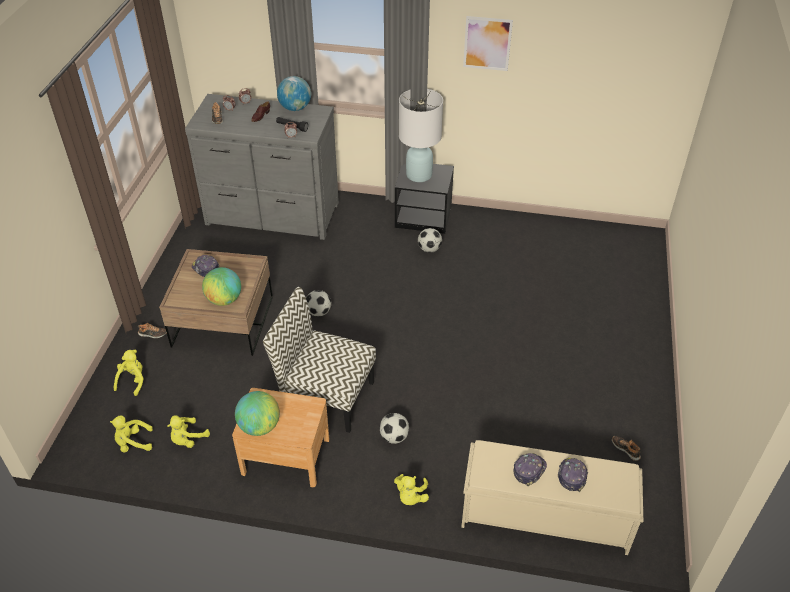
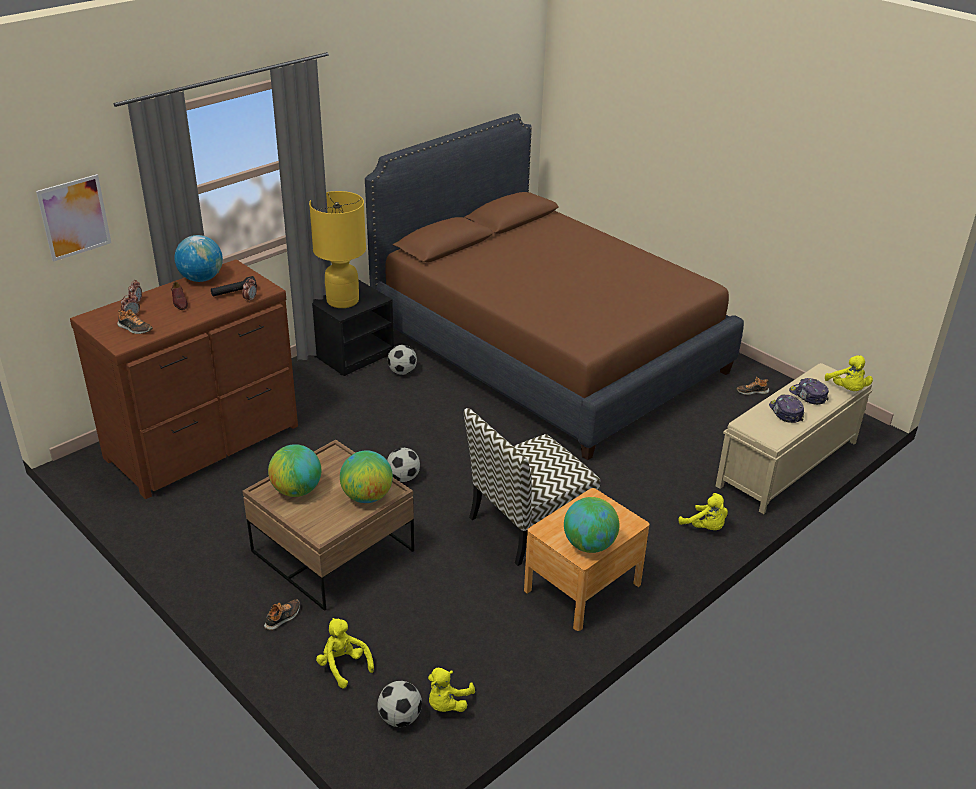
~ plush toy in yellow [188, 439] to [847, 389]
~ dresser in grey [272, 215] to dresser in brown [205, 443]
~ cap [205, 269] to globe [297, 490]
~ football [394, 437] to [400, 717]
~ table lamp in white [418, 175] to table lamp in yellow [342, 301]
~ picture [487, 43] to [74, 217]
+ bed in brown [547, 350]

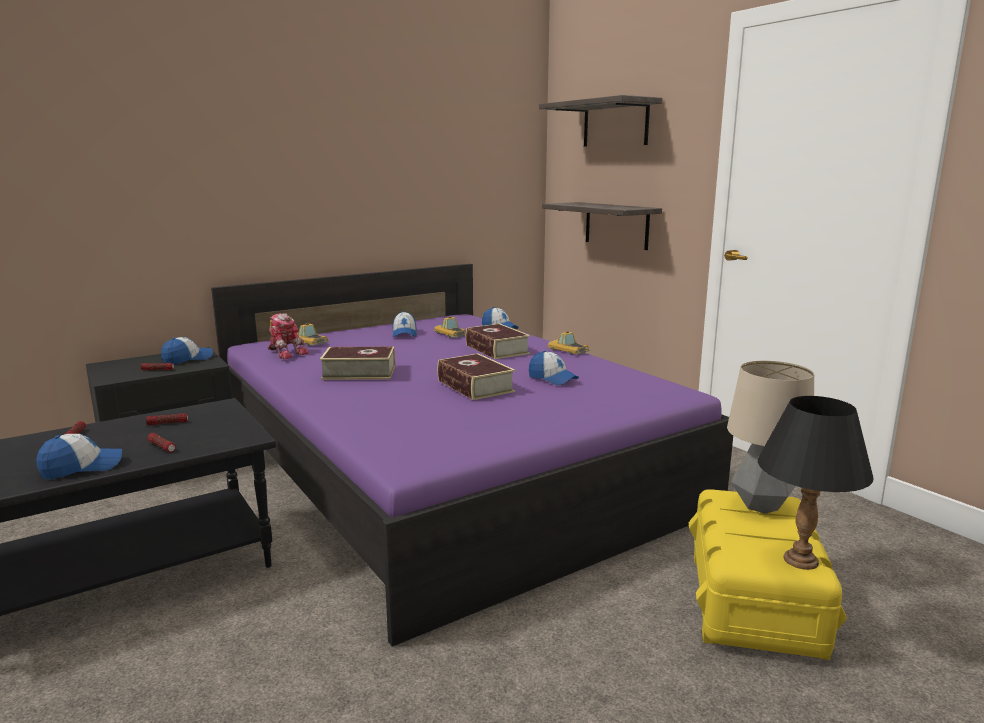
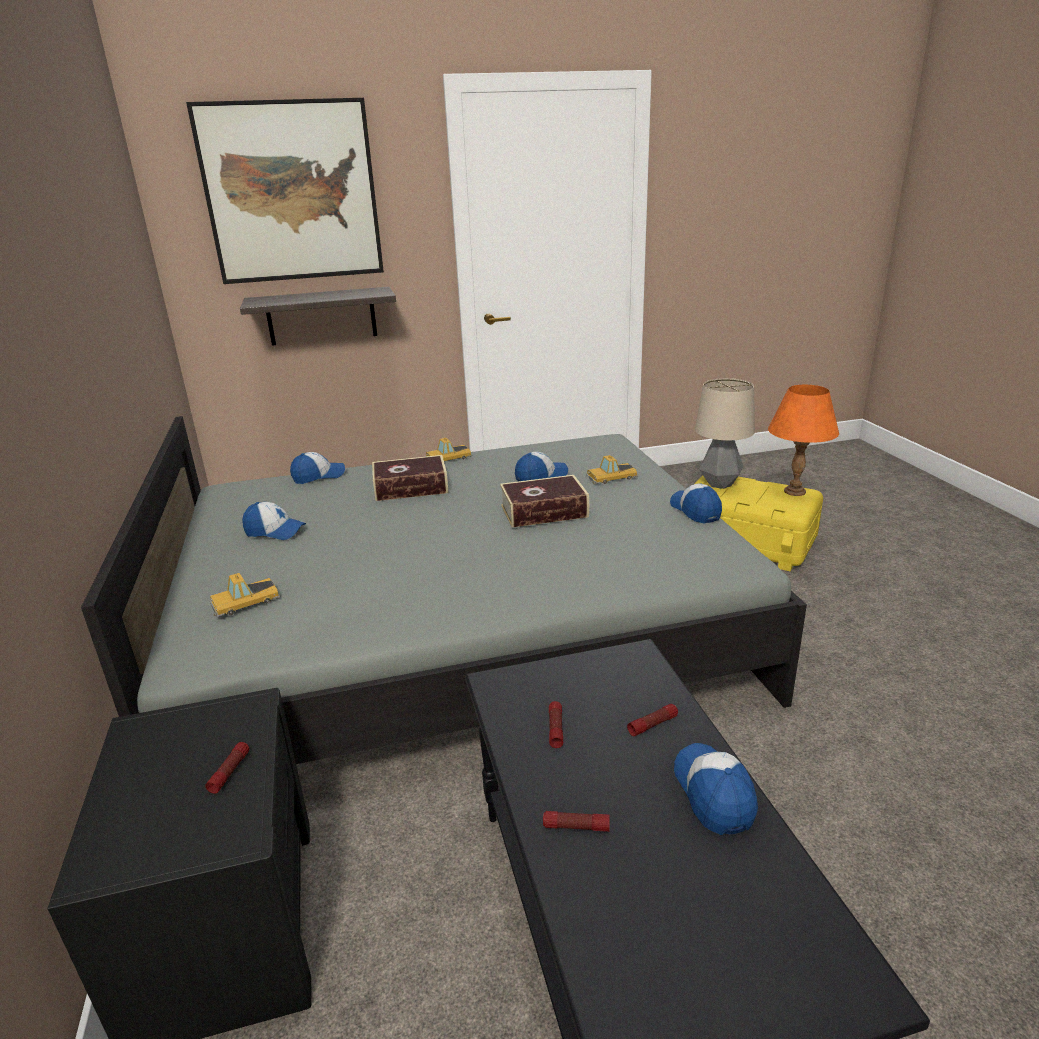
~ cap [187, 359] to [695, 510]
~ bed in purple [445, 468] to bed in grey [459, 635]
- toy robot [286, 352]
- book [359, 372]
~ toy car [450, 334] to [611, 477]
~ shelf [615, 124] to picture [292, 192]
~ table lamp in black [801, 560] to table lamp in orange [794, 491]

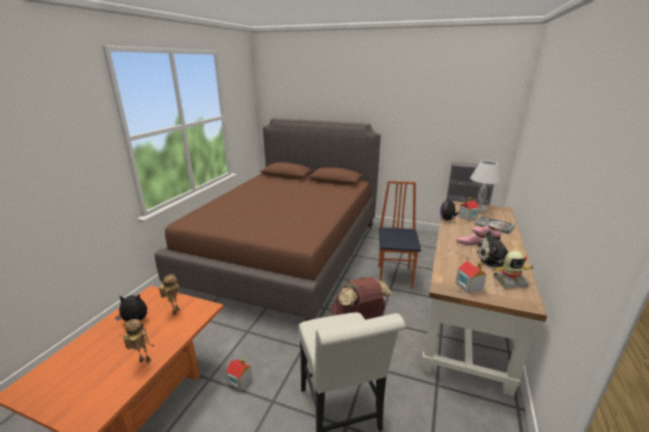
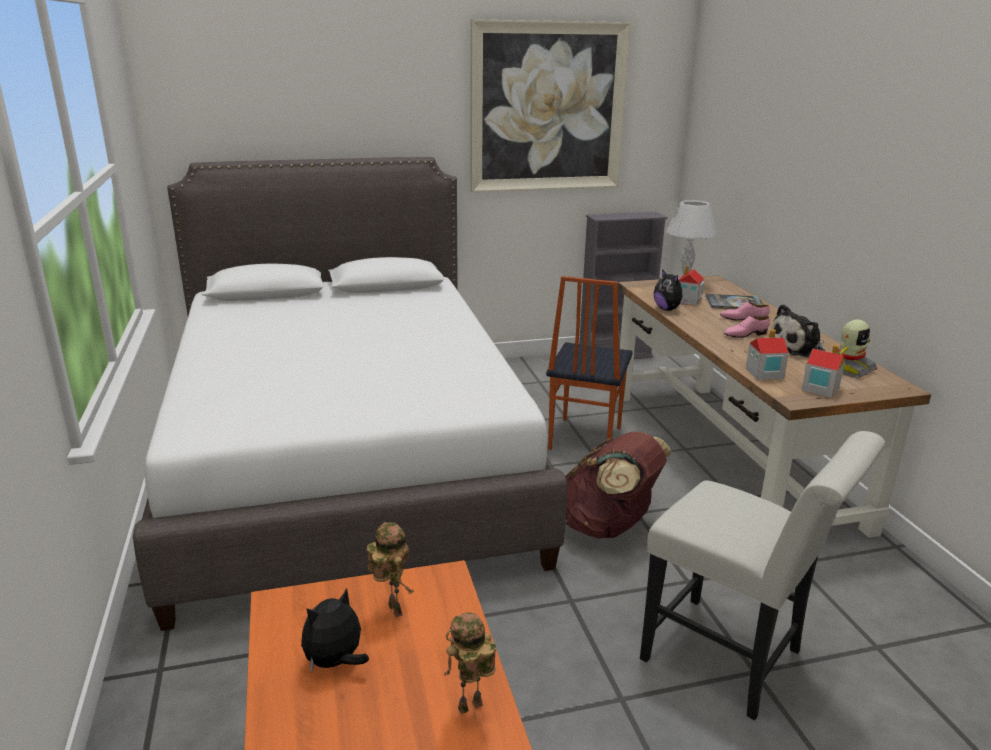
~ bed in brown [287, 252] to bed in white [347, 461]
~ toy house [239, 380] to [763, 373]
~ chair [395, 276] = [583, 438] 135 degrees counterclockwise
+ picture [547, 108]

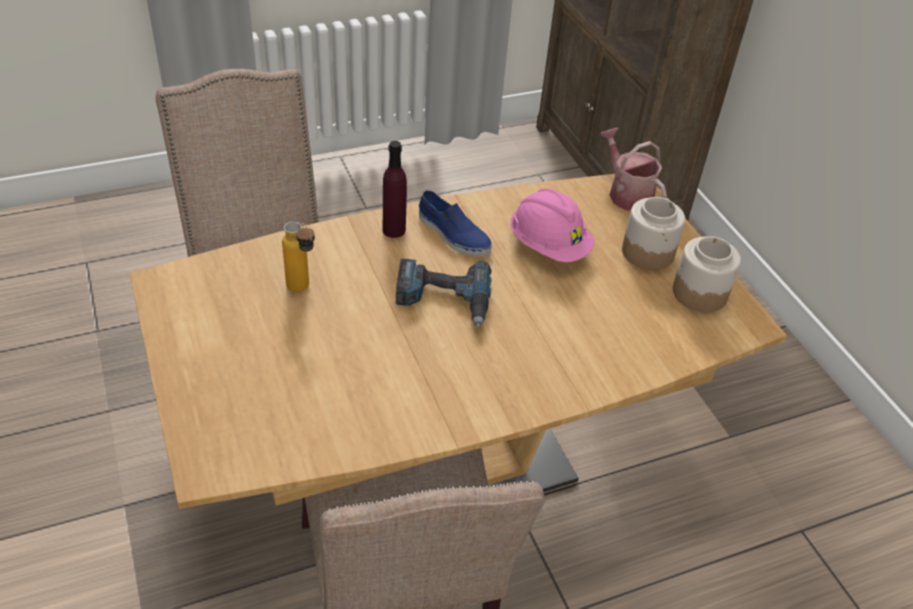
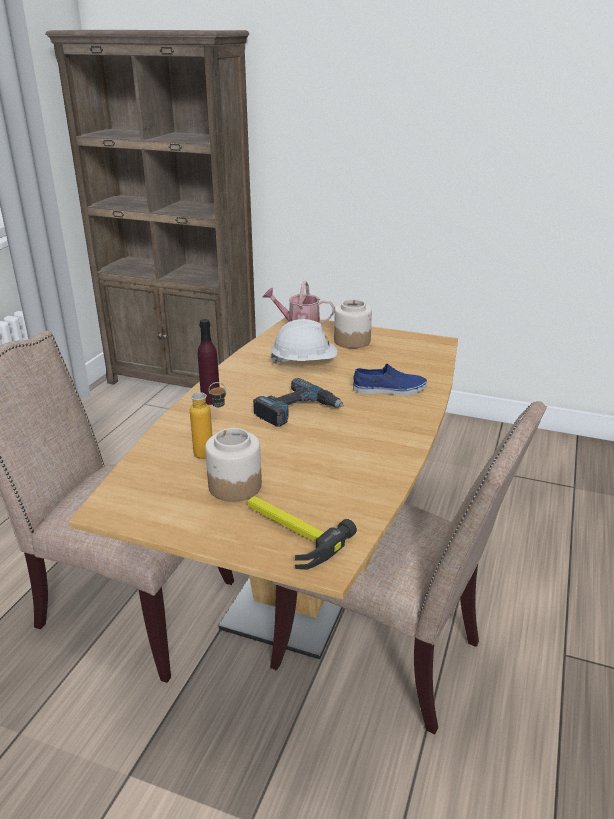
~ shoe in blue [453, 234] to [389, 389]
~ hard hat in pink [548, 246] to hard hat in white [304, 362]
~ jar [699, 293] to [234, 485]
+ hammer [289, 532]

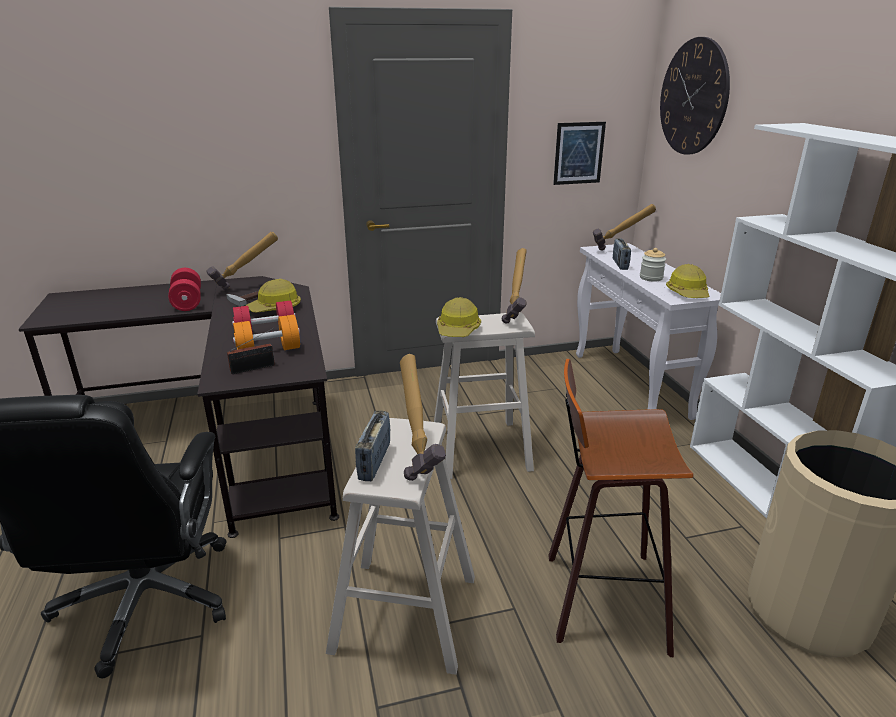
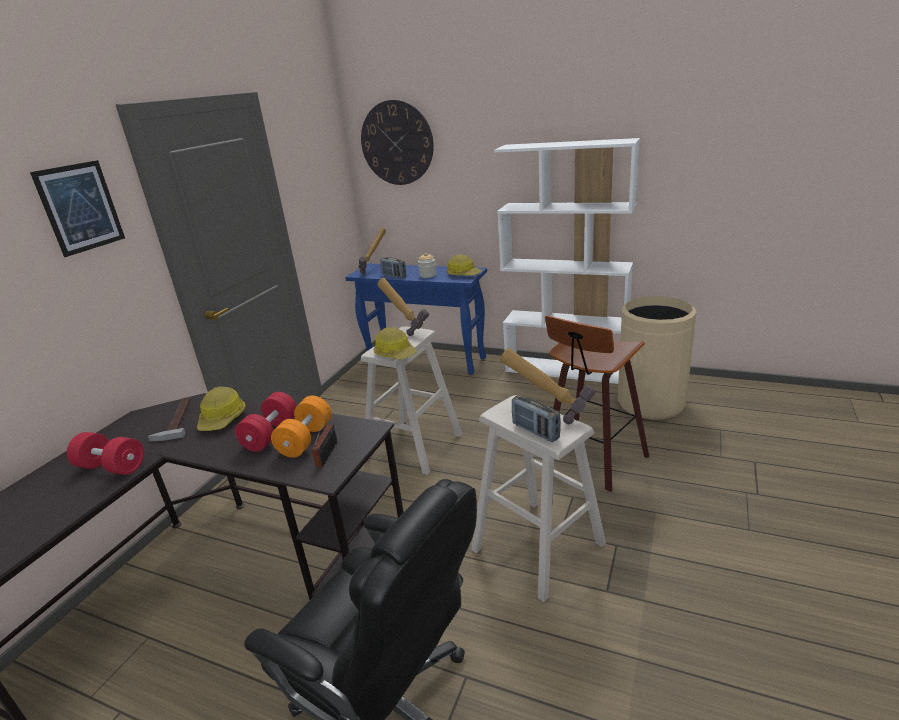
- hammer [247, 289]
~ picture [578, 153] to [80, 207]
~ console table in white [631, 385] to console table in blue [427, 360]

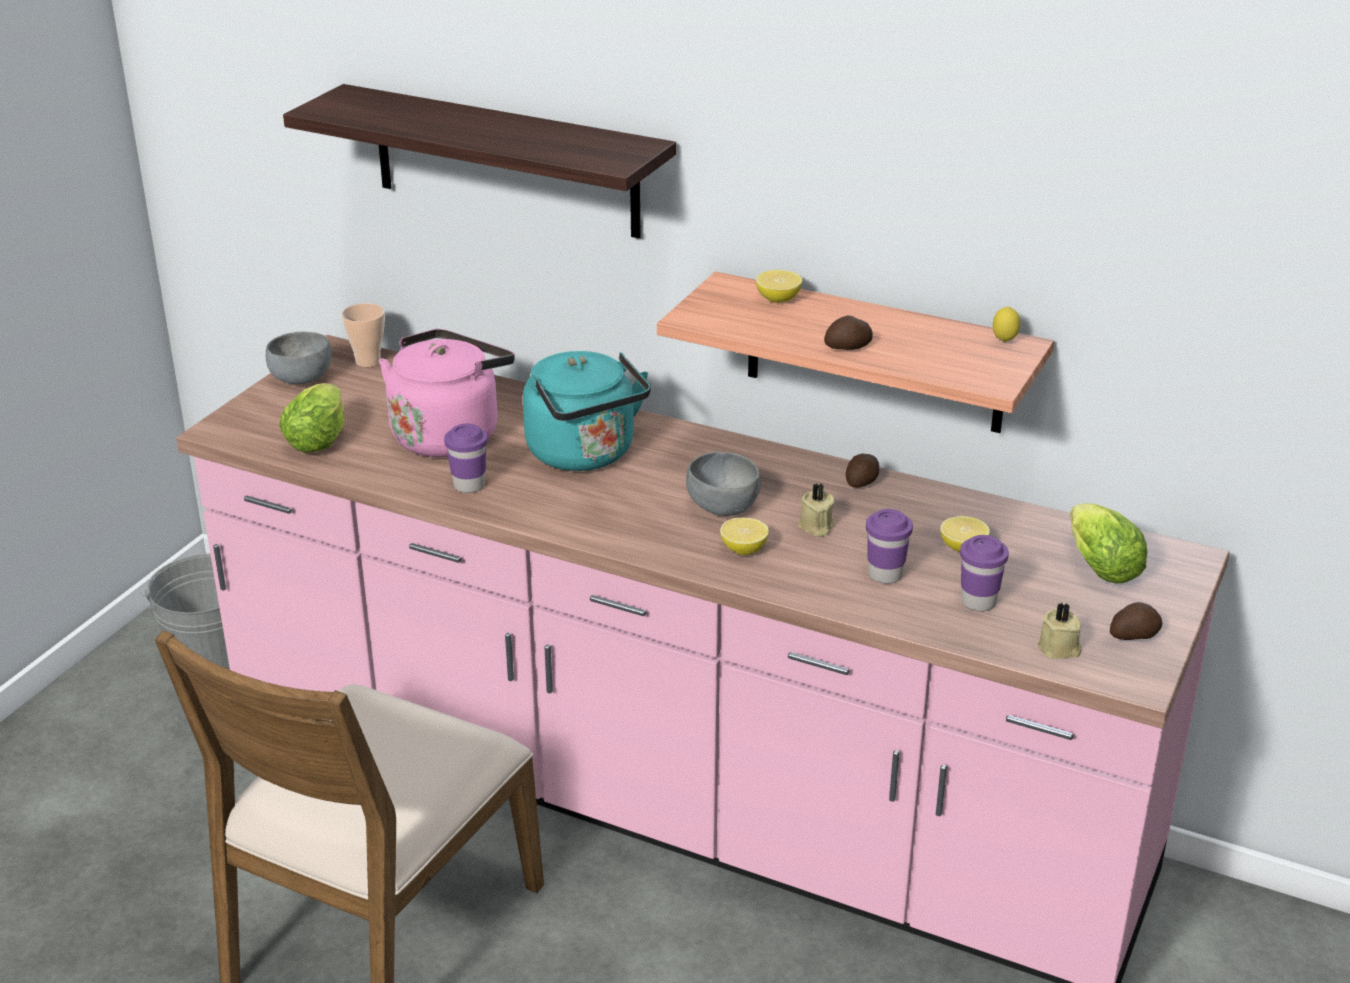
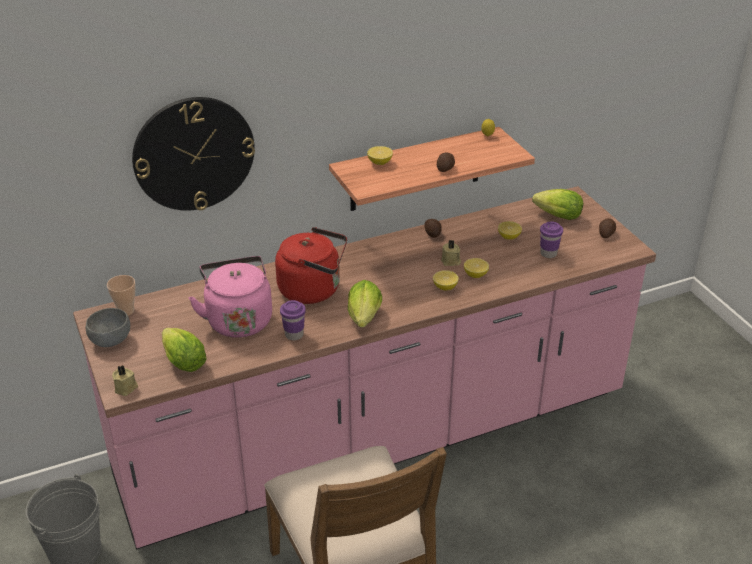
~ shelf [505, 161] to wall clock [193, 154]
~ kettle in turquoise [585, 455] to kettle in red [313, 290]
- bowl in grey [723, 507]
- cup in purple [885, 575]
~ candle in beige [1059, 649] to [126, 388]
+ lettuce [364, 320]
+ lemon [475, 275]

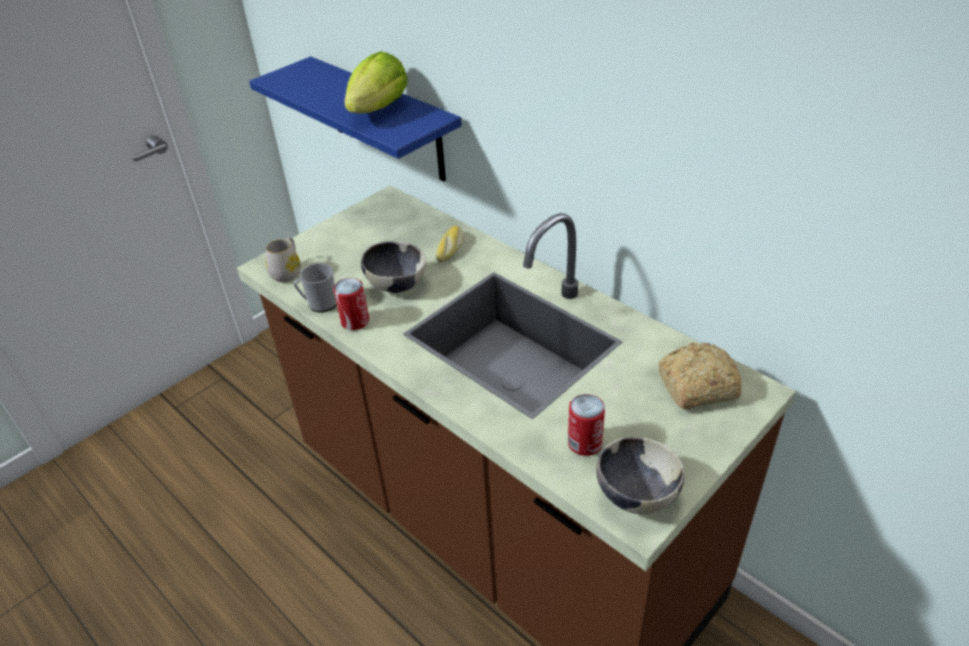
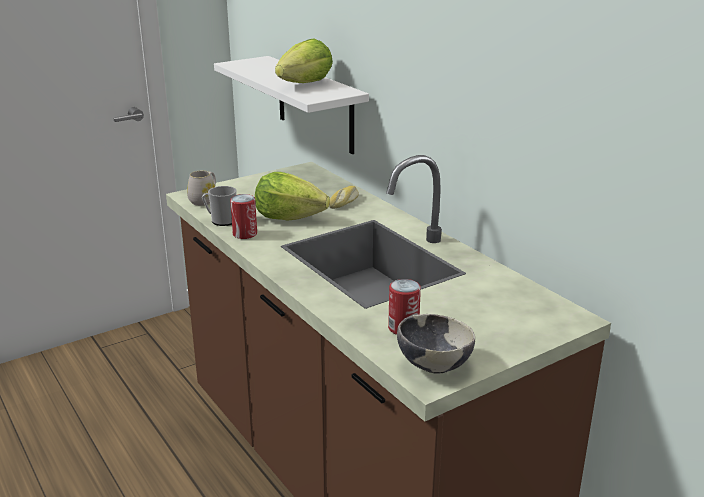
~ shelf in blue [385, 120] to shelf in white [315, 104]
~ bowl [396, 284] to lettuce [289, 217]
- bread [694, 386]

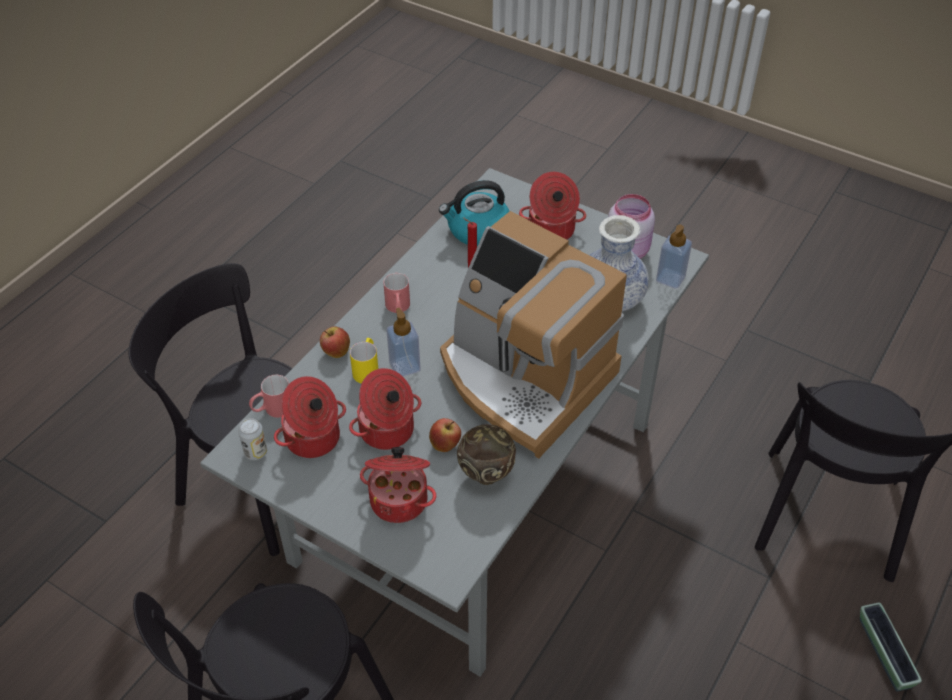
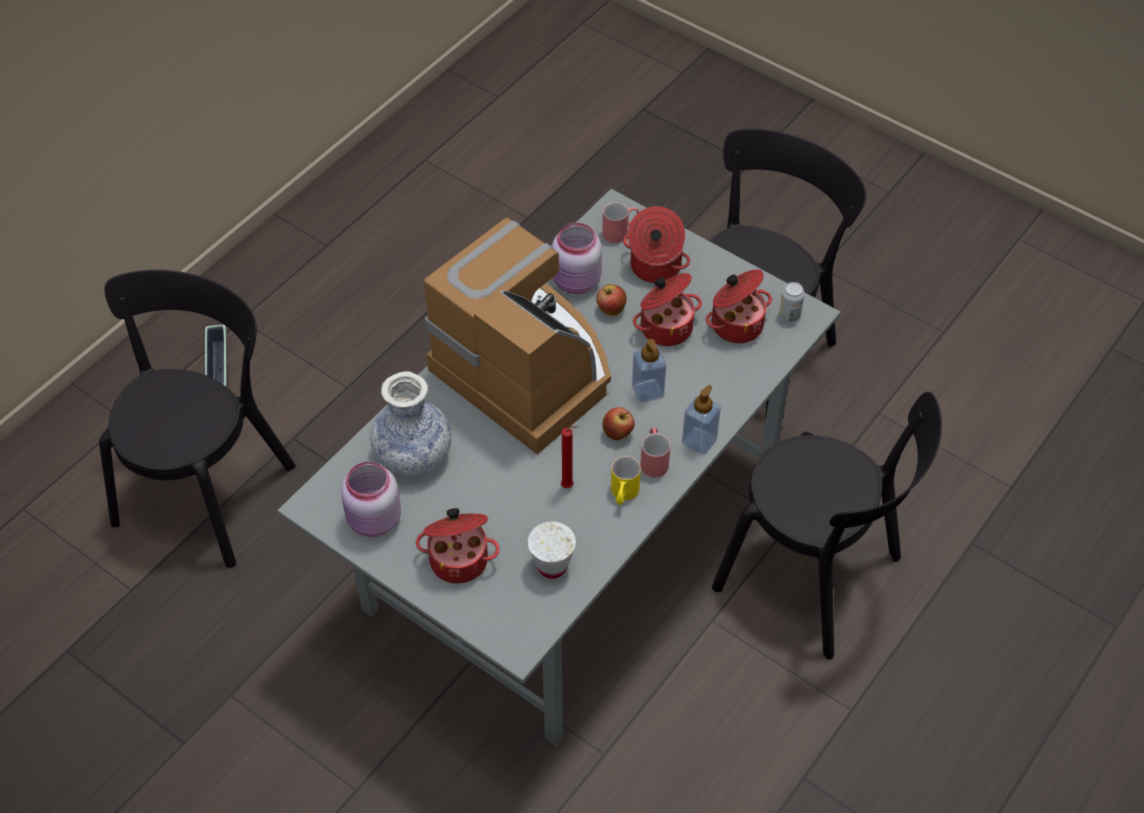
~ mug in red [272, 410] to [621, 231]
~ apple [336, 352] to [618, 433]
~ mug in yellow [367, 368] to [623, 495]
~ kettle [477, 230] to cup in white [552, 566]
~ bowl in brown [486, 474] to jar in pink [576, 282]
~ soap dispenser [670, 278] to [699, 441]

